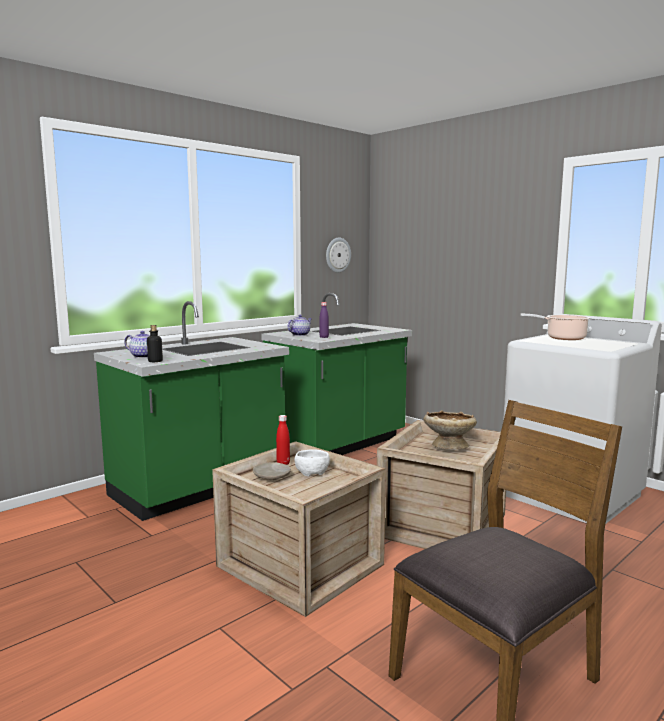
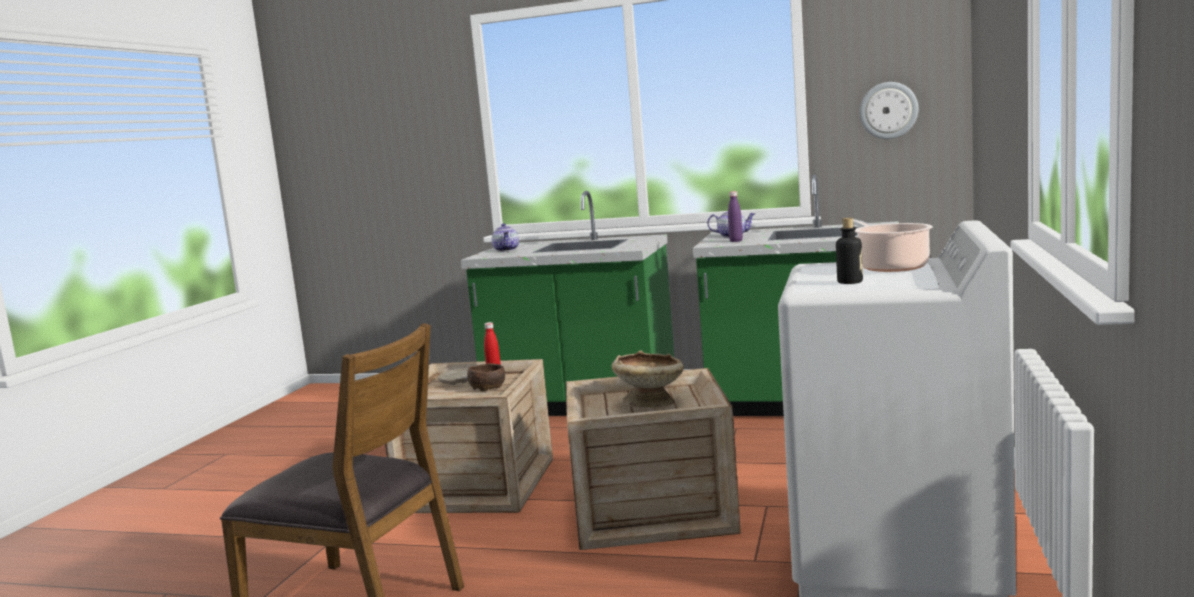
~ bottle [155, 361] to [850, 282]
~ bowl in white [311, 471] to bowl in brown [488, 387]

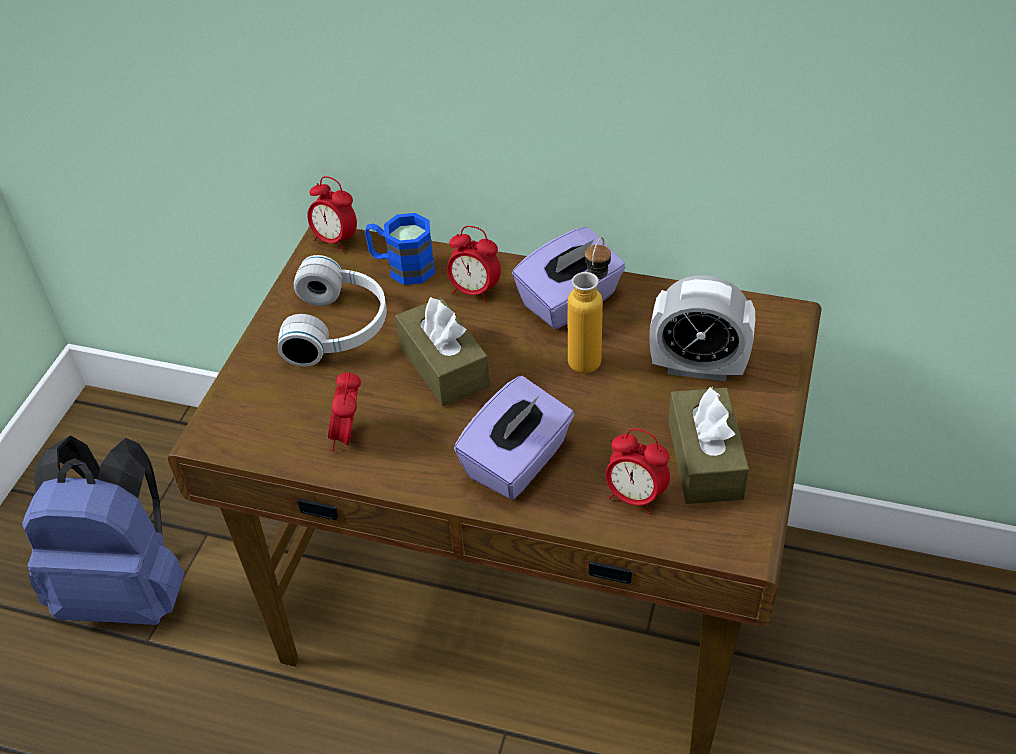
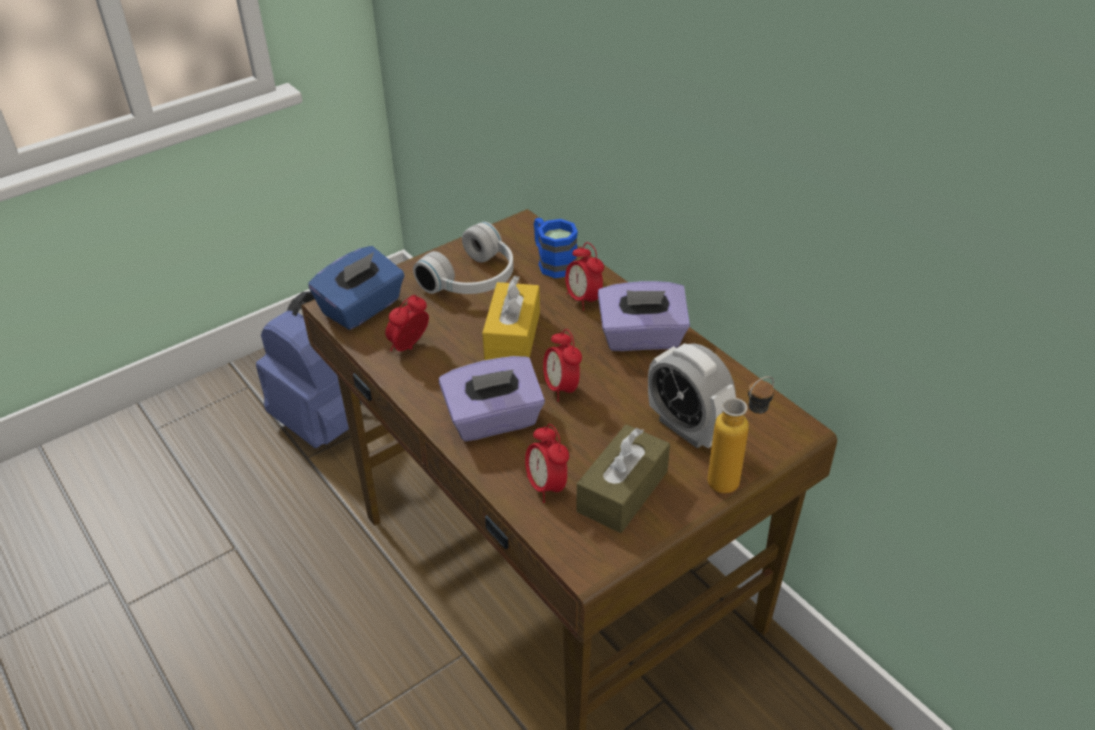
~ alarm clock [335, 240] to [561, 388]
~ tissue box in brown [444, 366] to tissue box in yellow [512, 336]
~ bottle [589, 353] to [734, 478]
+ tissue box in blue [362, 308]

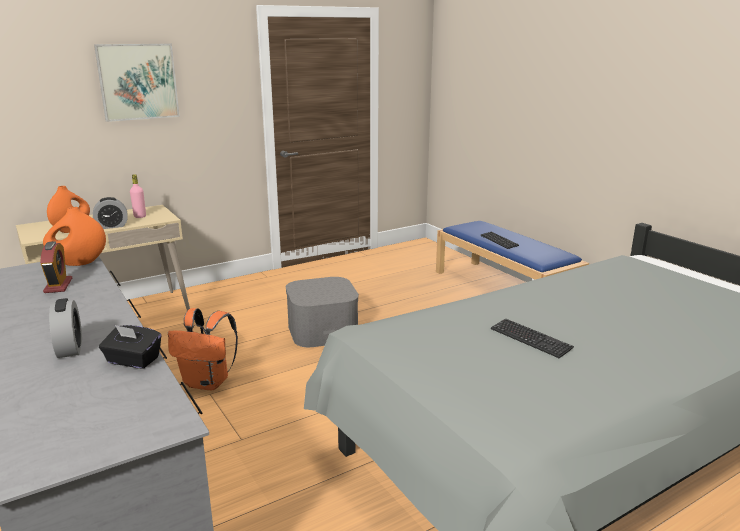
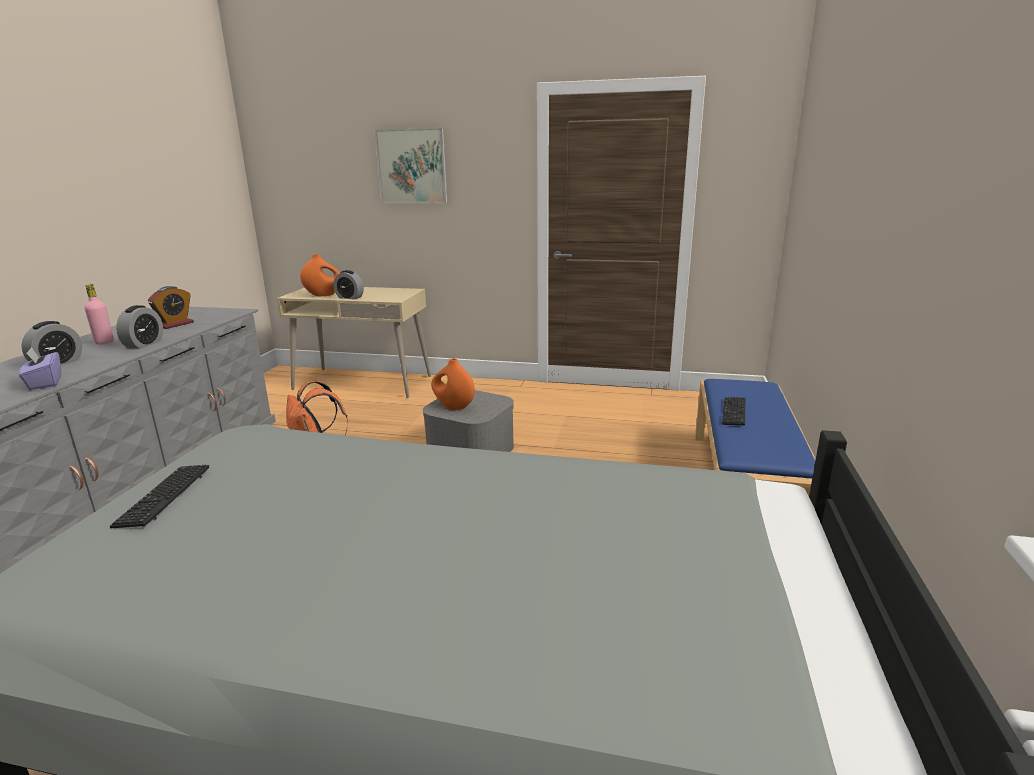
~ vase in orange [78, 263] to [453, 407]
~ tissue box in black [133, 361] to tissue box in purple [45, 383]
~ bottle in pink [140, 216] to [104, 342]
~ keyboard [530, 339] to [164, 497]
+ alarm clock [144, 344]

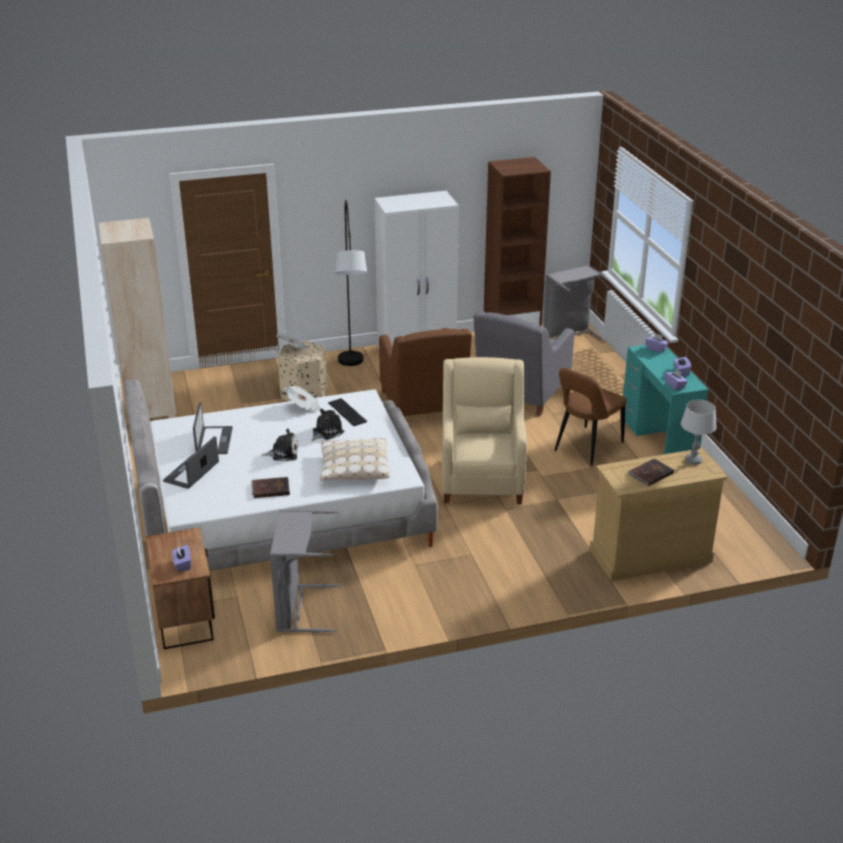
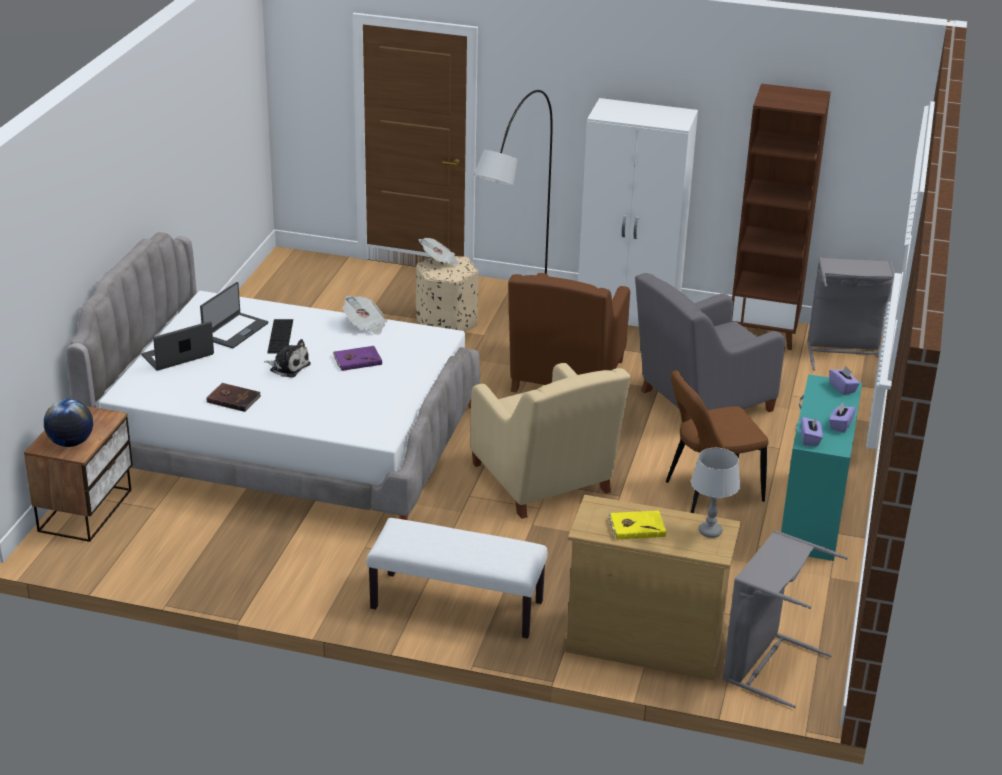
- bookcase in beige [151, 418]
~ tissue box in purple [182, 564] to globe [71, 443]
~ laundry basket in grey [300, 608] to [765, 664]
~ plush toy [326, 432] to book in purple [357, 360]
- pillow in beige [354, 468]
~ keyboard [347, 412] to [280, 336]
~ armchair in beige [482, 478] = [543, 481] 120 degrees clockwise
~ book in brown [650, 474] to book in yellow [636, 527]
+ bench in white [456, 606]

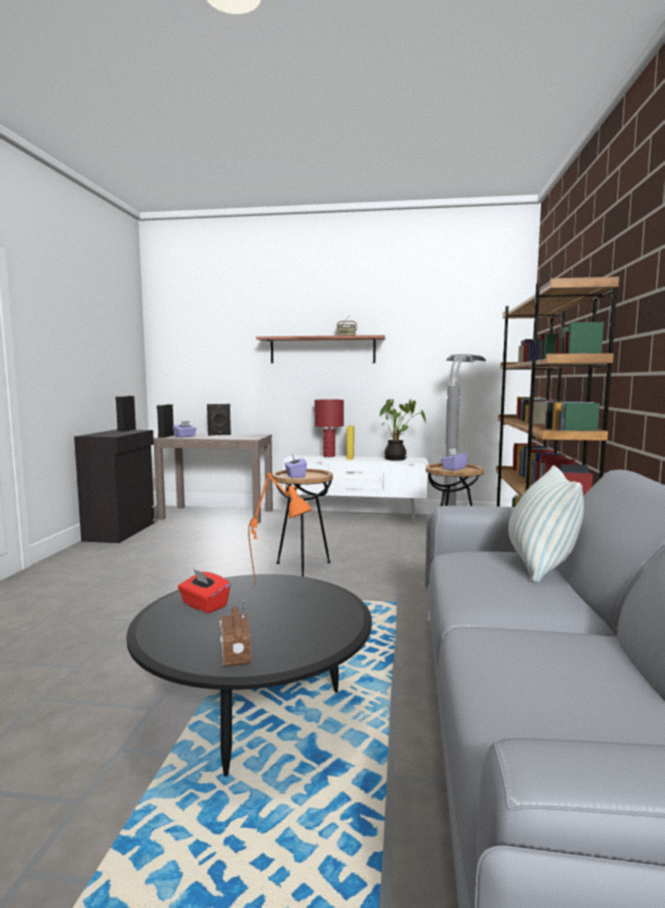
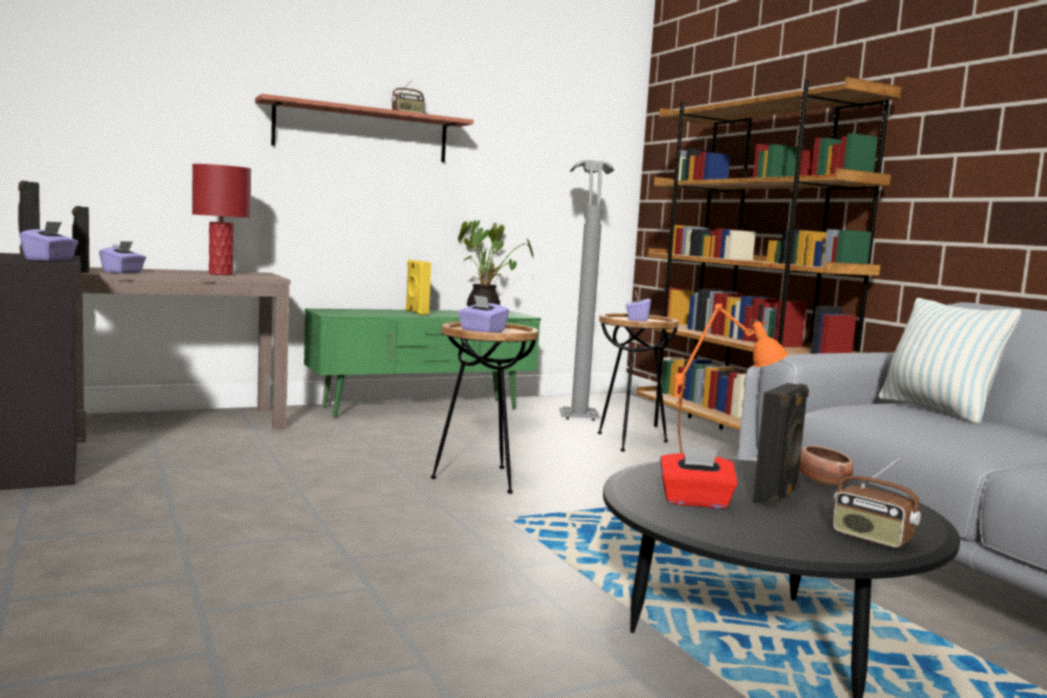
~ speaker in black [219, 435] to [777, 497]
~ tv stand in white [355, 517] to tv stand in green [422, 408]
~ table lamp in red [328, 456] to [220, 274]
+ tissue box in purple [50, 260]
+ bowl [822, 483]

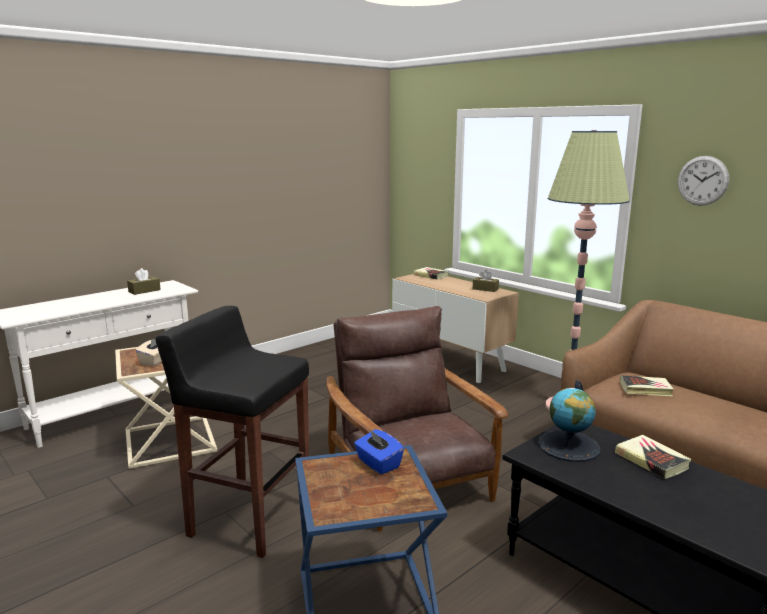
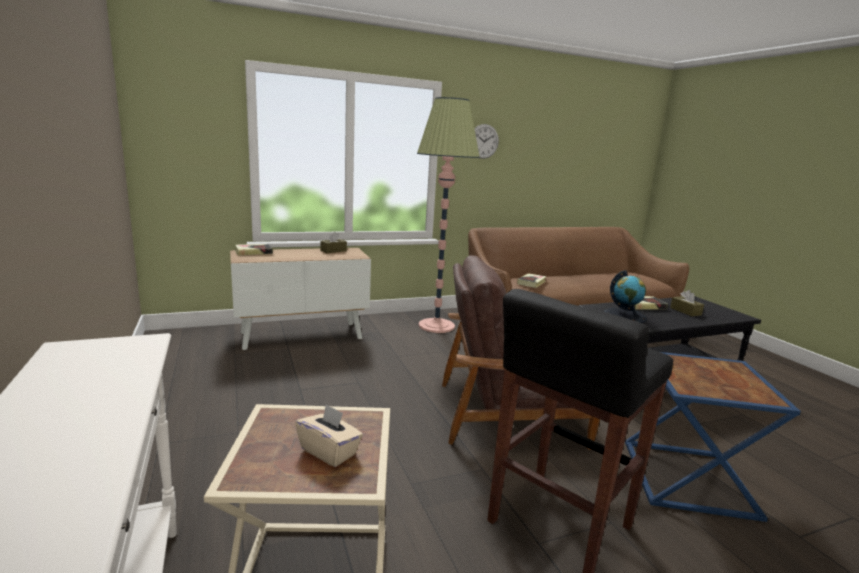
~ tissue box in brown [144, 291] to [685, 311]
- tissue box in blue [378, 464]

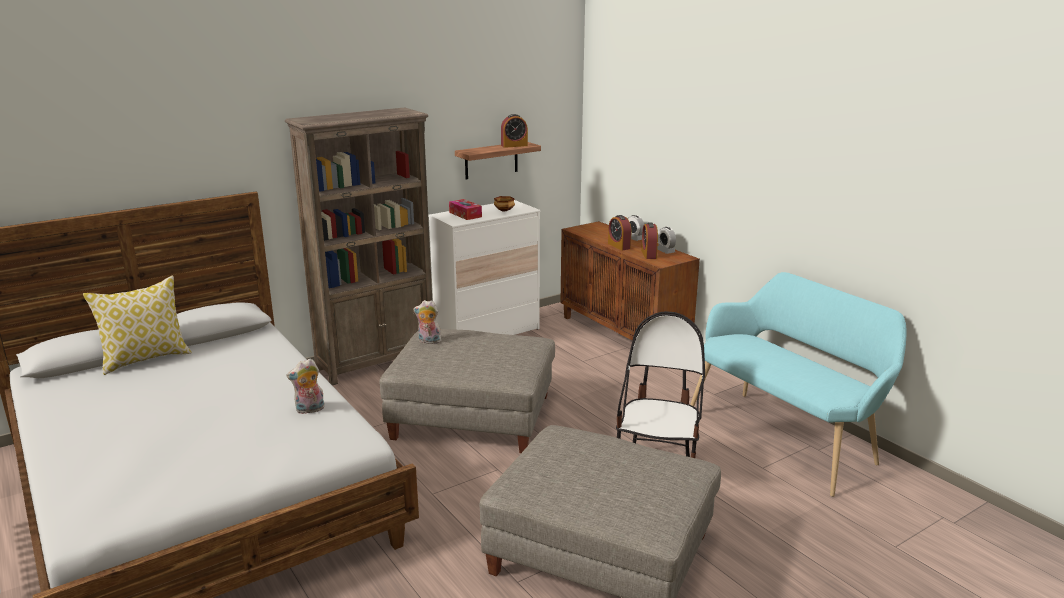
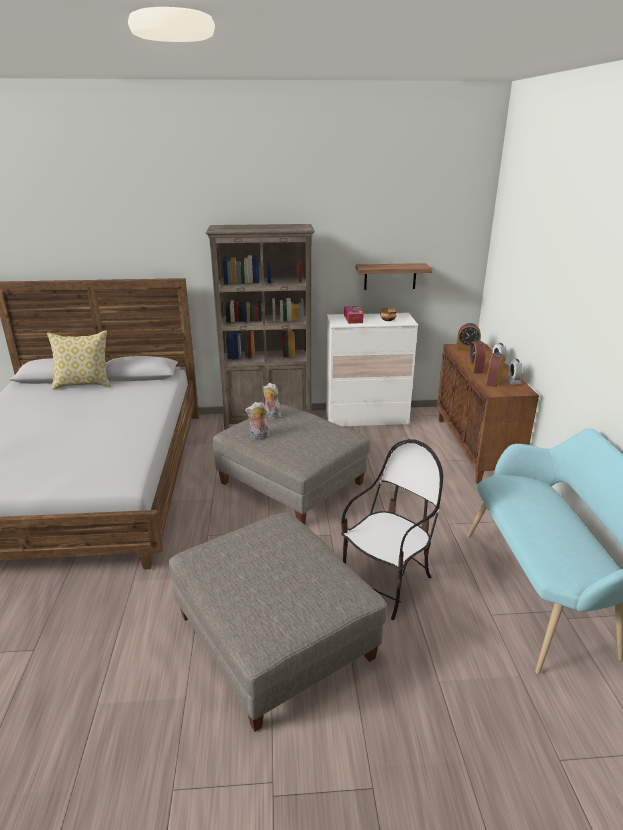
~ plush toy [309, 410] to [258, 436]
~ alarm clock [514, 145] to [467, 349]

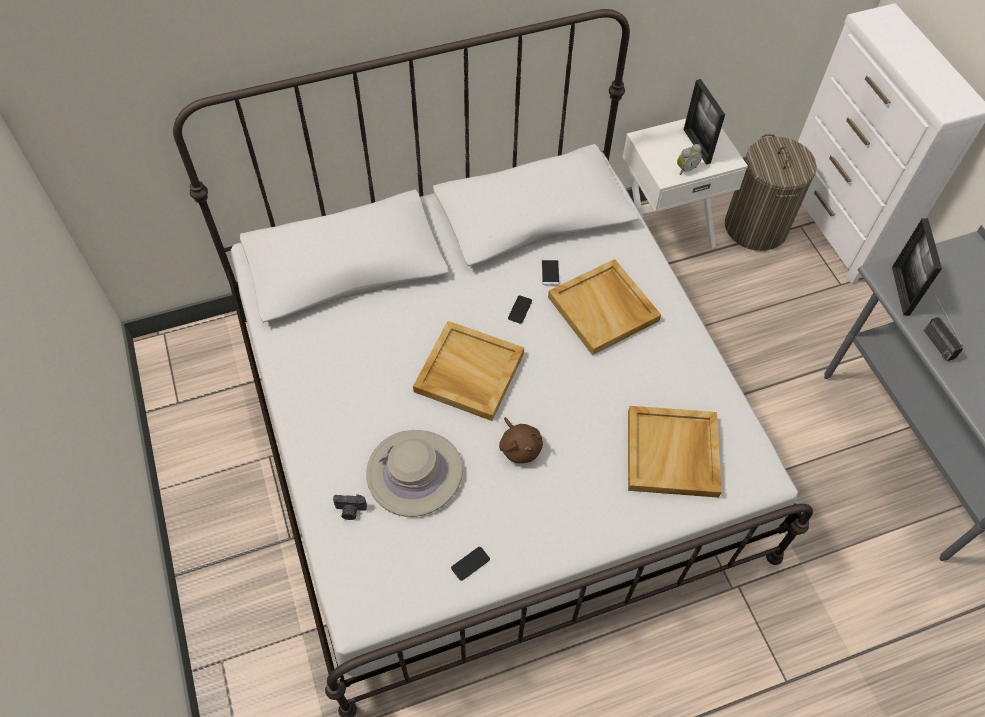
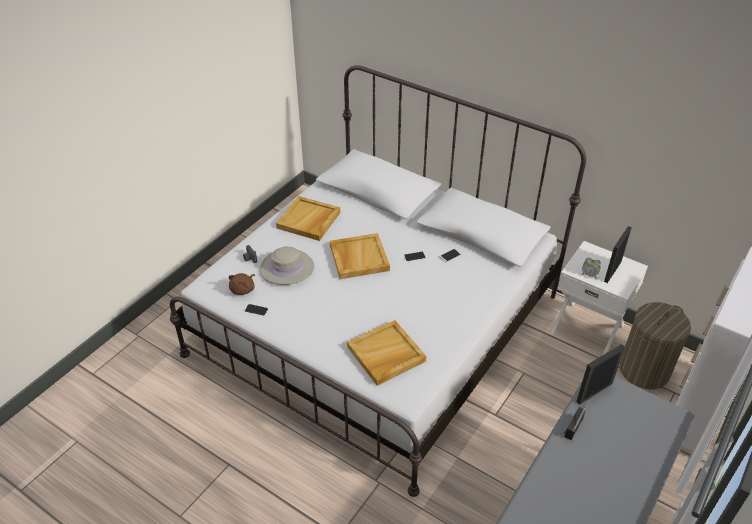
~ plush toy in brown [520, 447] to [243, 289]
~ tray in beige [604, 309] to [309, 220]

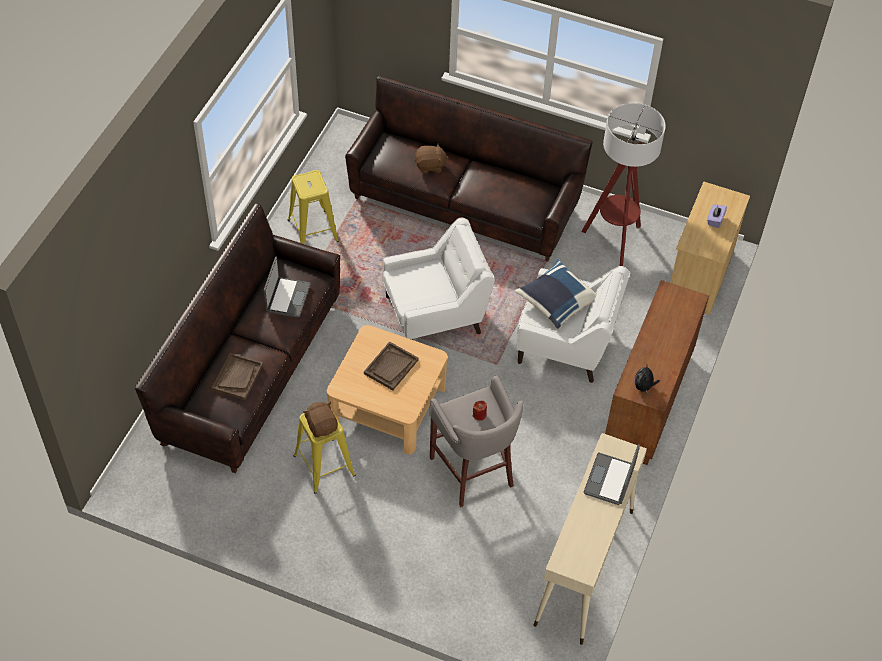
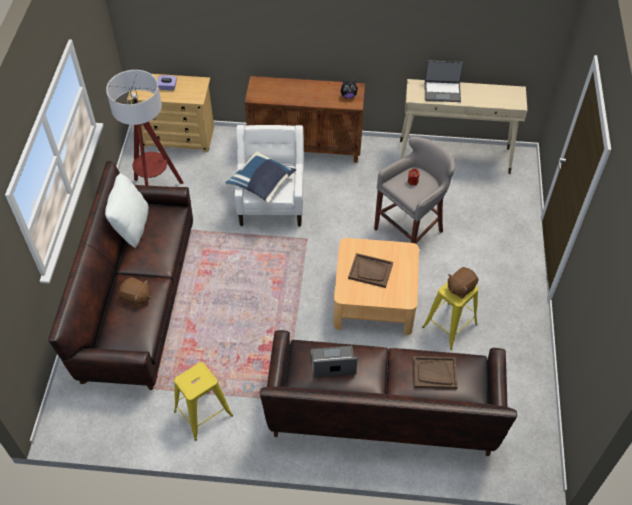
- armchair in white [435, 314]
~ plush toy in brown [430, 166] = [136, 297] 135 degrees clockwise
+ pillow in white [132, 227]

